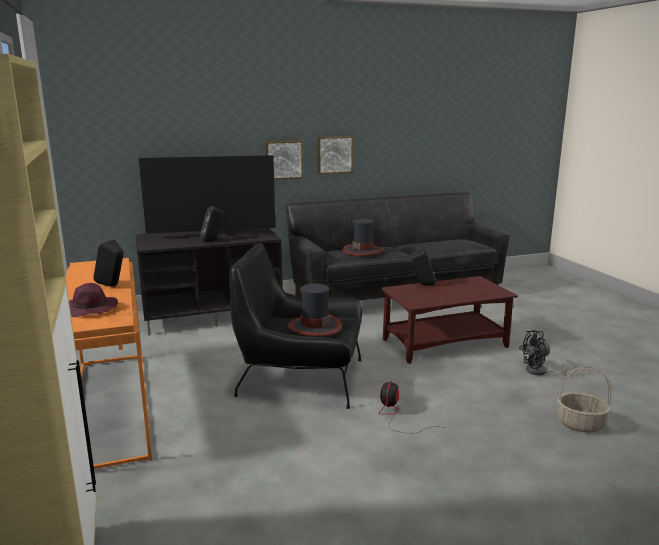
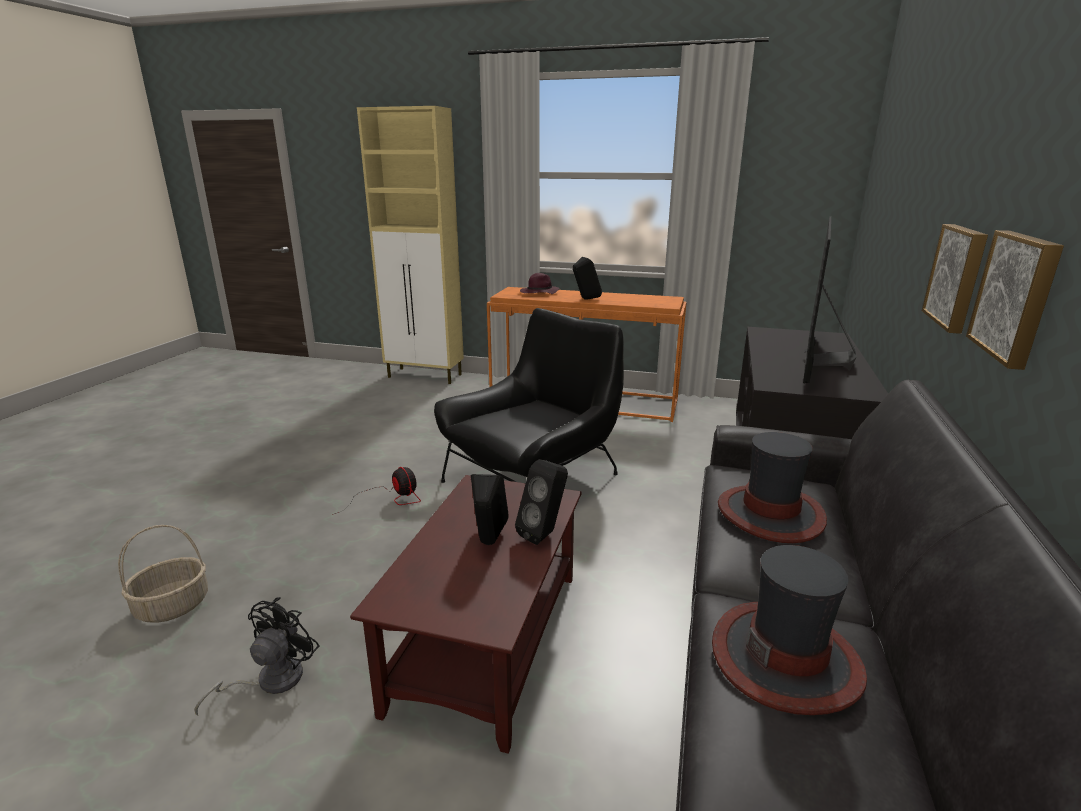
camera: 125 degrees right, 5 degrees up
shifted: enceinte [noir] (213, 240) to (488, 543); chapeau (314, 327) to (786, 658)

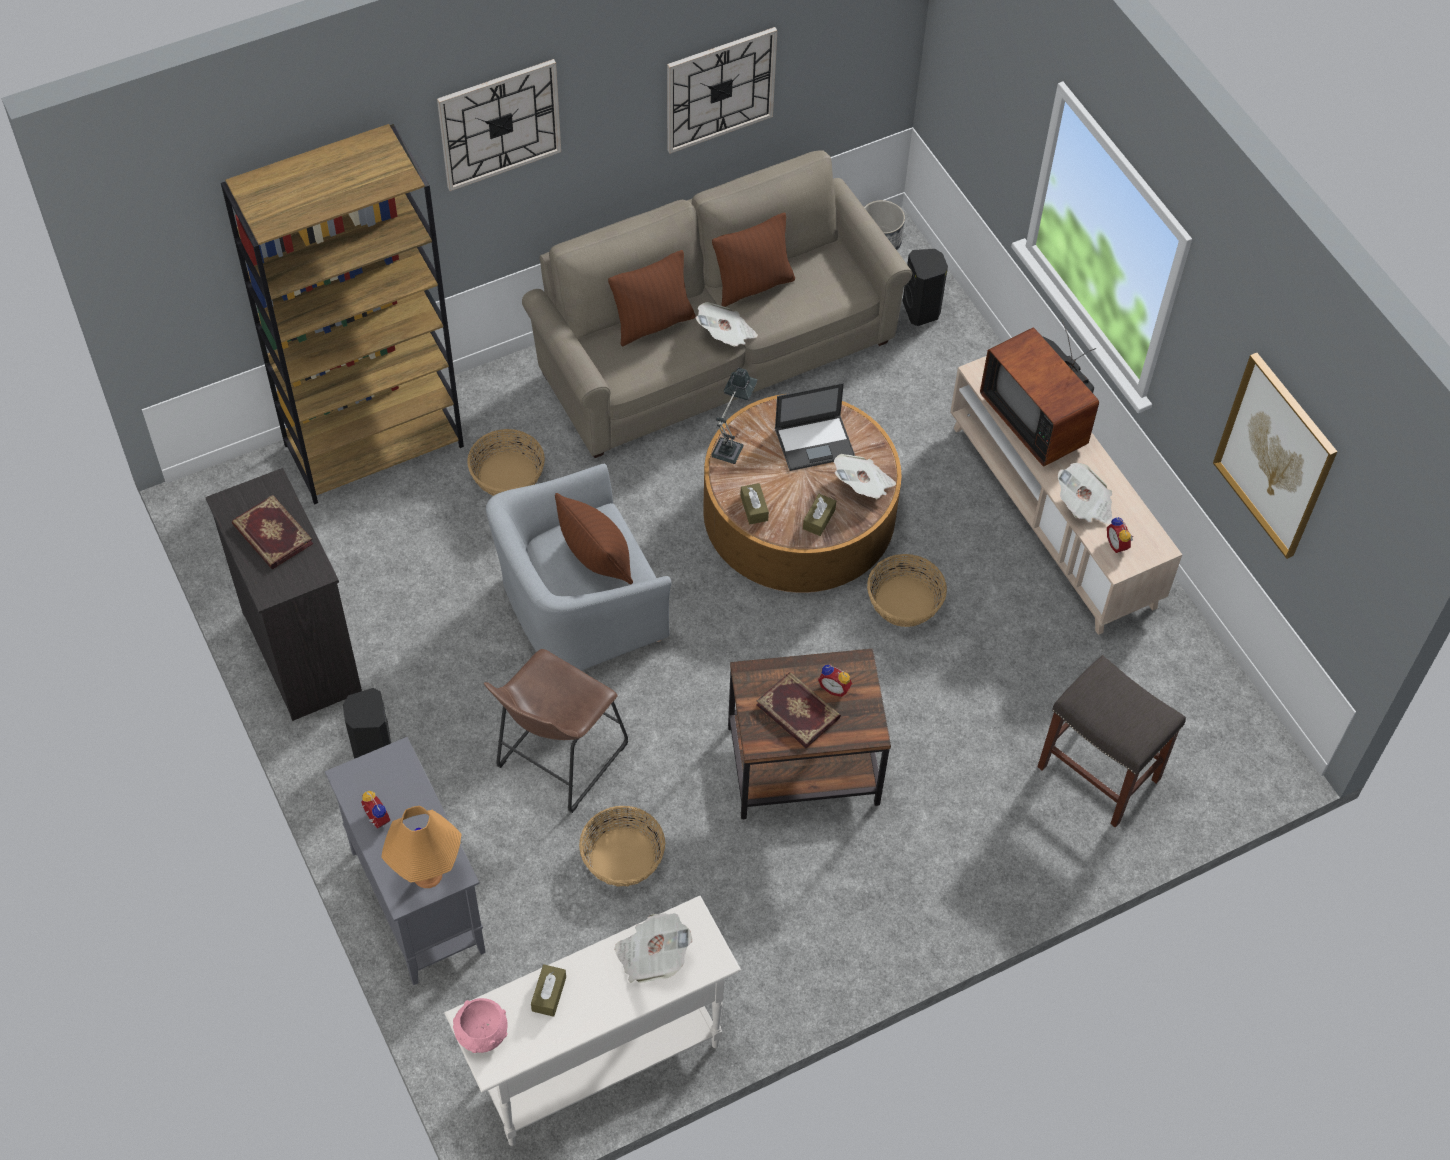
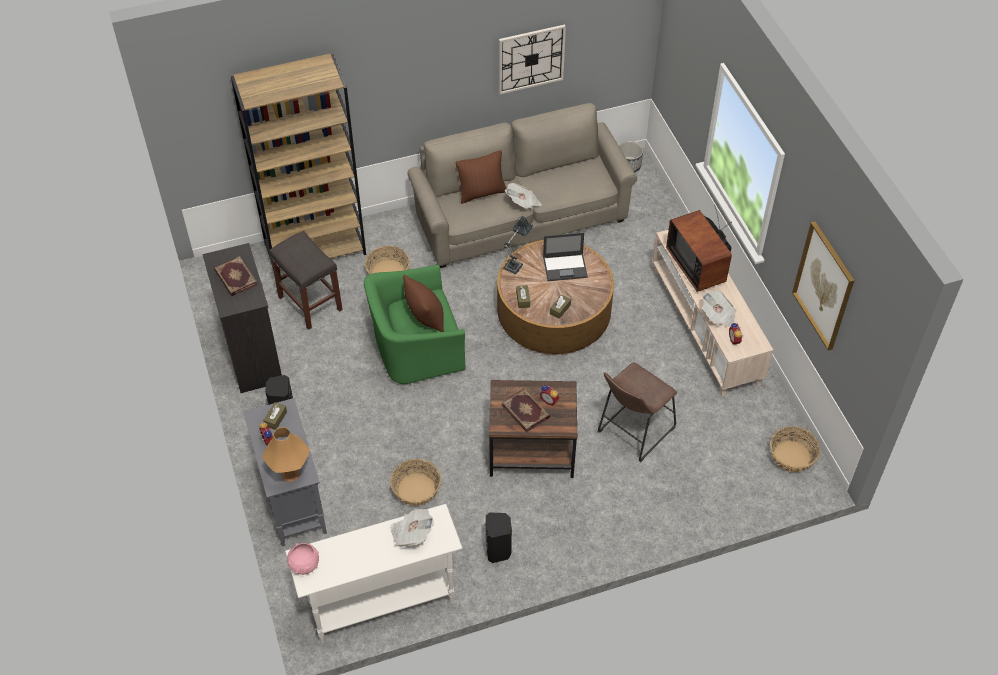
camera: 10 degrees right, 5 degrees down
gone: horloge murale (499, 124); coussin [marron] (753, 286); journal (863, 486)
shifted: boîte à mouchoirs [marron] (549, 994) to (276, 419); tabouret [gris] (1100, 773) to (311, 303); enceinte [noir] (922, 310) to (498, 550); tabouret [marron] (557, 760) to (633, 432); panier (905, 602) to (792, 457)
repainted: fauteuil [gris] (579, 608) to fauteuil [vert] (416, 349)

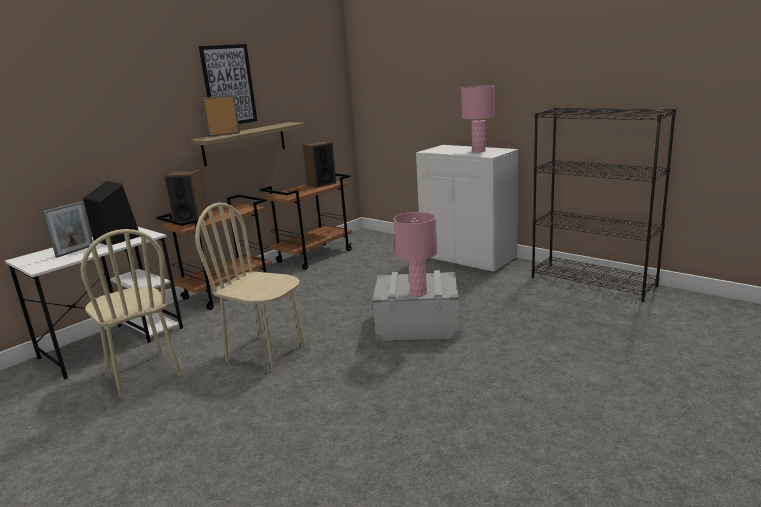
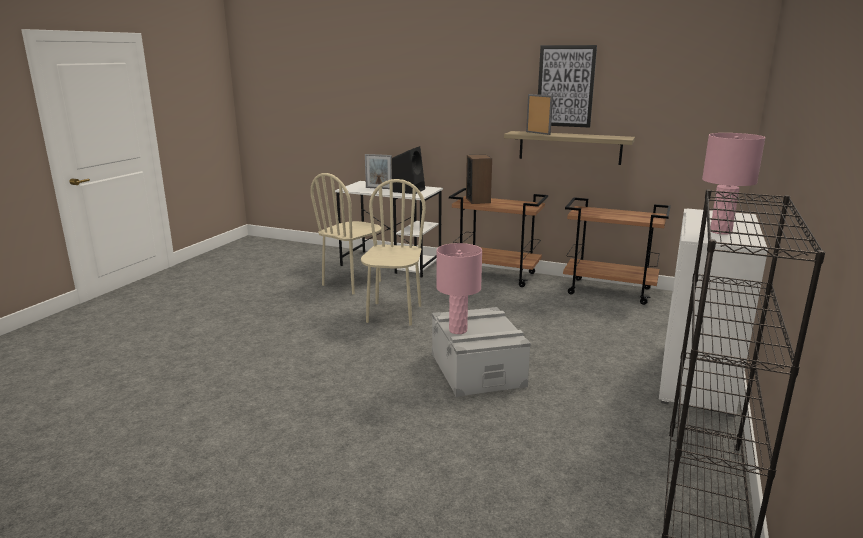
camera: 70 degrees right, 0 degrees up
gone: enceinte (321, 184)

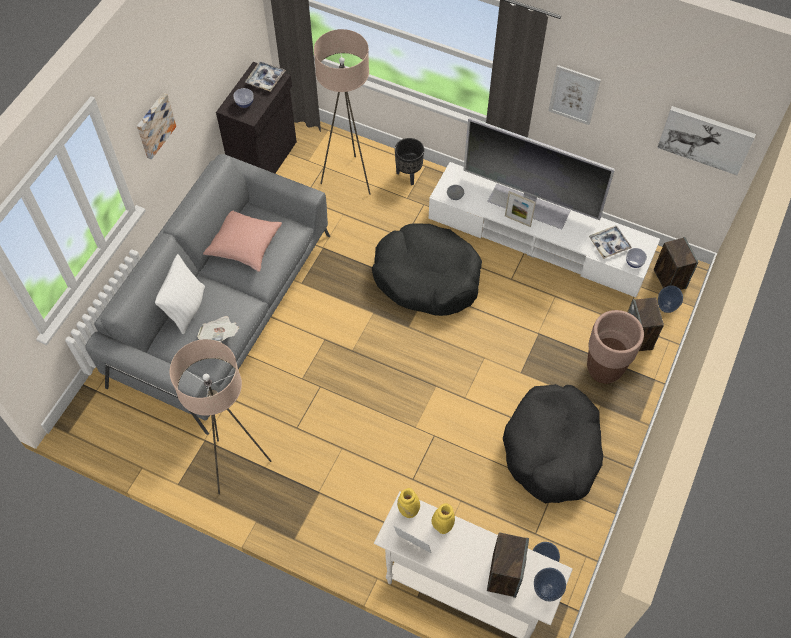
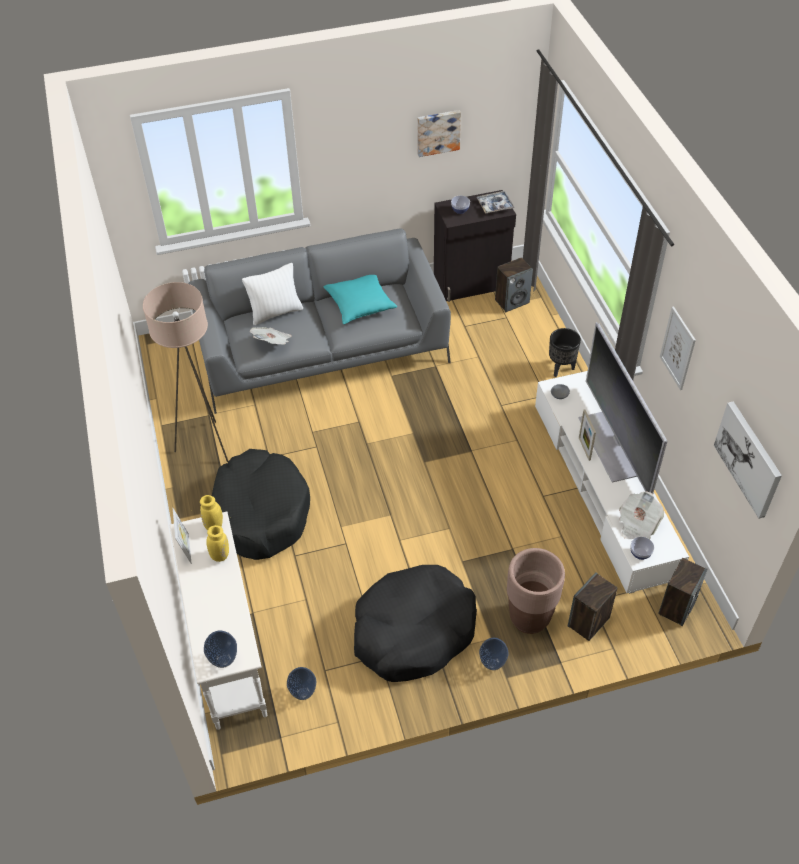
camera: 50 degrees right, 10 degrees down
gone: lampadaire [beige] (348, 178)
shifted: panier pour chien [noir] (427, 277) to (261, 512); tableau (154, 125) to (438, 132); vase (666, 307) to (493, 664); enceinte (504, 574) to (512, 301)
swapped: plateau (609, 244) to journal (637, 524)
repainted: coussin [rose] (244, 245) to coussin [turquoise] (360, 304)

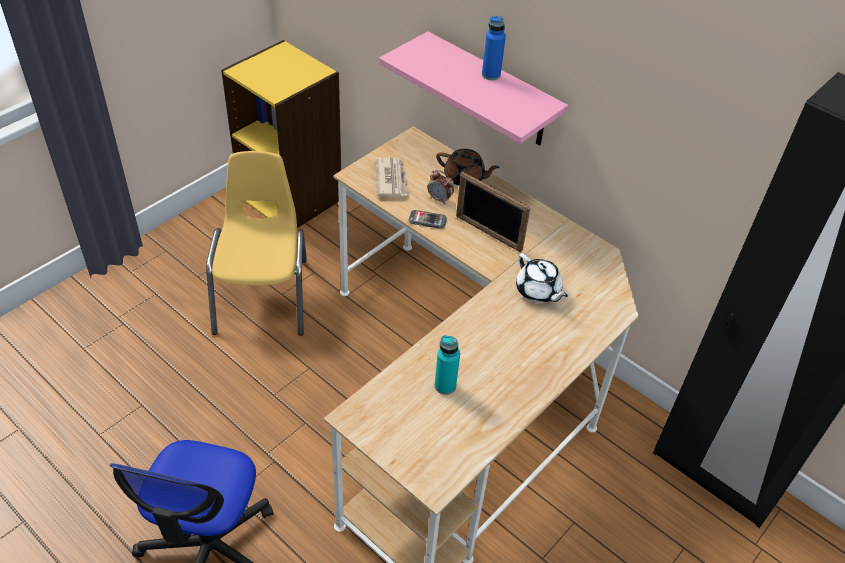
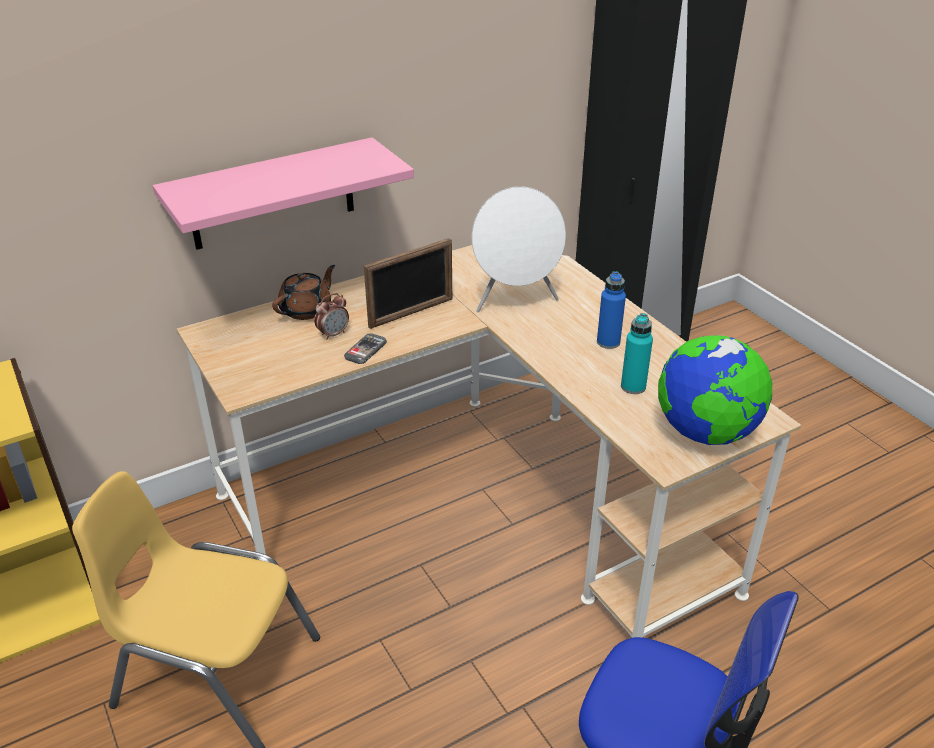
camera: 70 degrees left, 10 degrees down
gone: journal (391, 179)
new: globe (705, 433)
shifted: bouteille [bleu] (491, 75) to (608, 342)
swapped: théière [blanc] (538, 291) to enceinte [blanc] (515, 301)

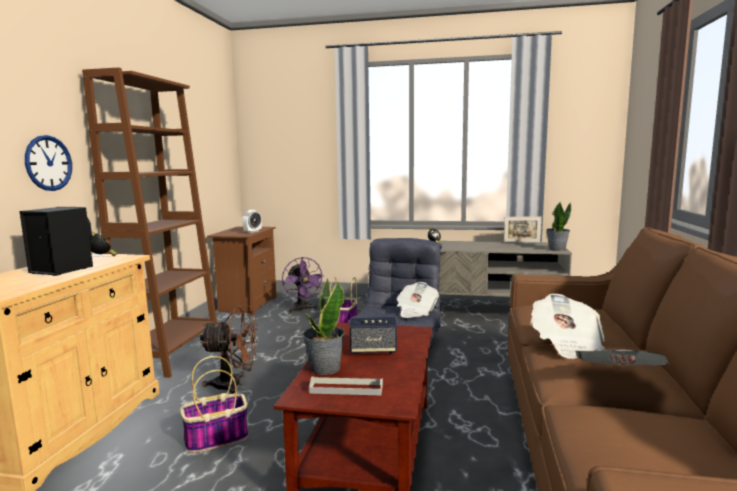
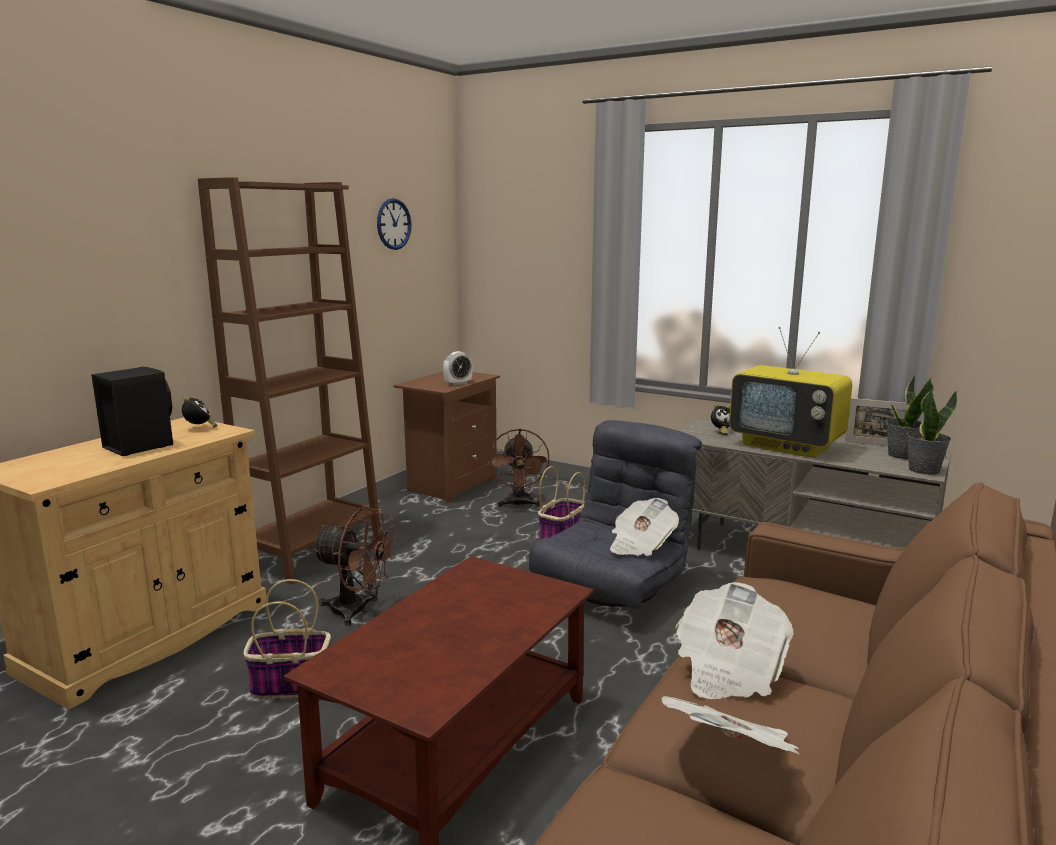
camera: 20 degrees right, 5 degrees up
gone: plateau [gris] (346, 389); enceinte (373, 350)
new: téléviseur (787, 446)
shifted: horloge murale (48, 163) to (393, 224); plante en pot (324, 368) to (902, 455)
repainted: ventilateur [violet] (302, 309) to ventilateur [marron] (519, 504)

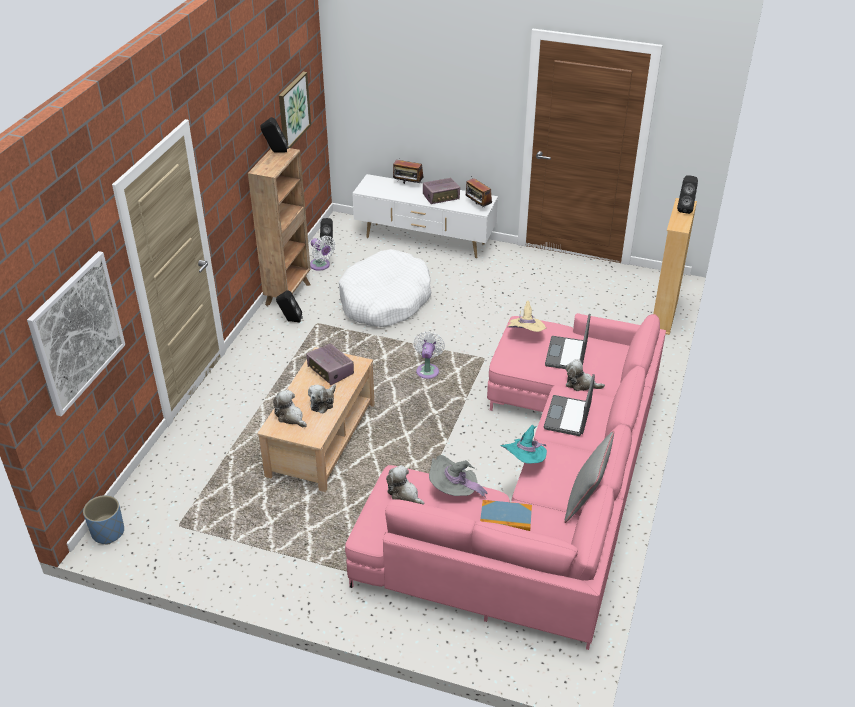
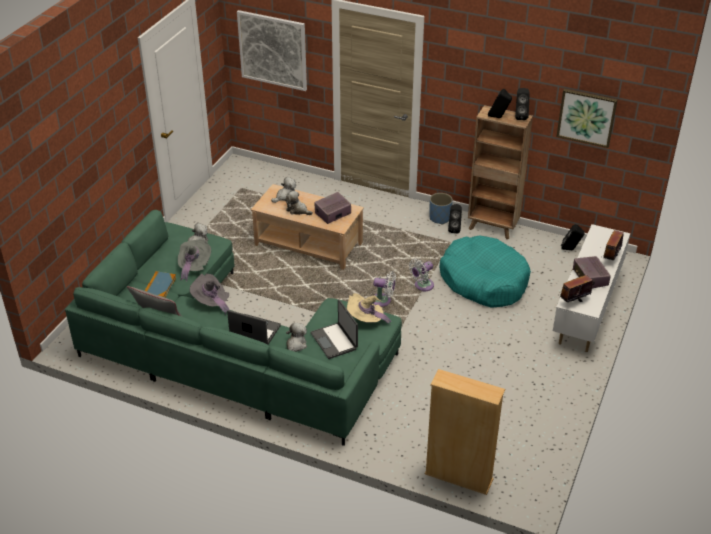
camera: 95 degrees right, 0 degrees up
shifted: ventilateur [blanc] (321, 266) to (422, 286); cache-pot [bleu] (108, 532) to (439, 218); enceinte [noir] (685, 209) to (498, 117)
repainted: canapé [rose] (538, 490) to canapé [vert] (229, 350); chapeau [turquoise] (525, 462) to chapeau [gris] (211, 302); panier pour chien [blanc] (385, 300) to panier pour chien [turquoise] (484, 281)
rotated: ordinateur portable (567, 354) = (335, 341) 135 degrees counterclockwise

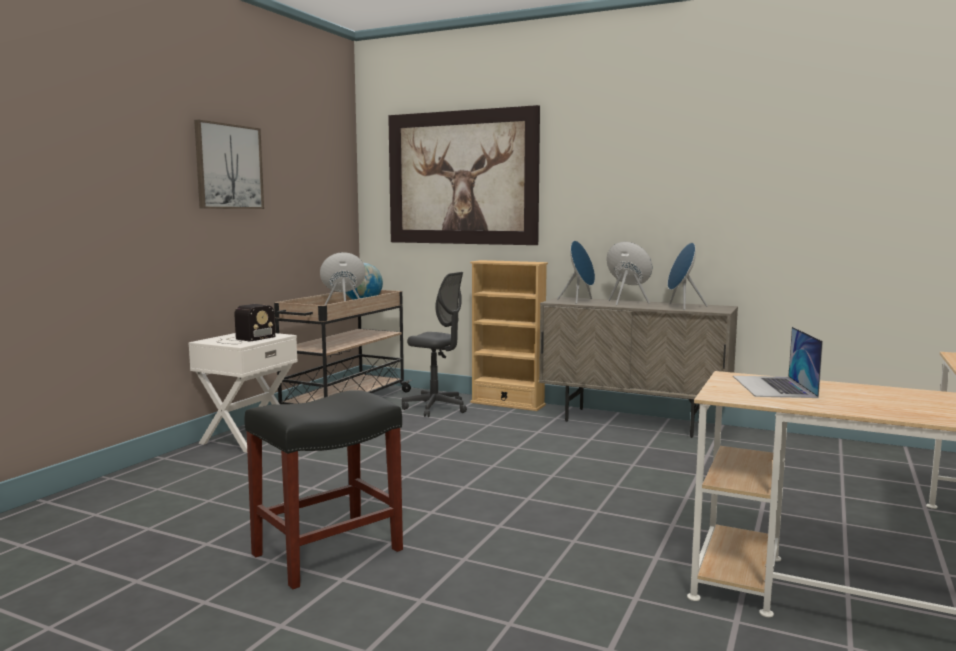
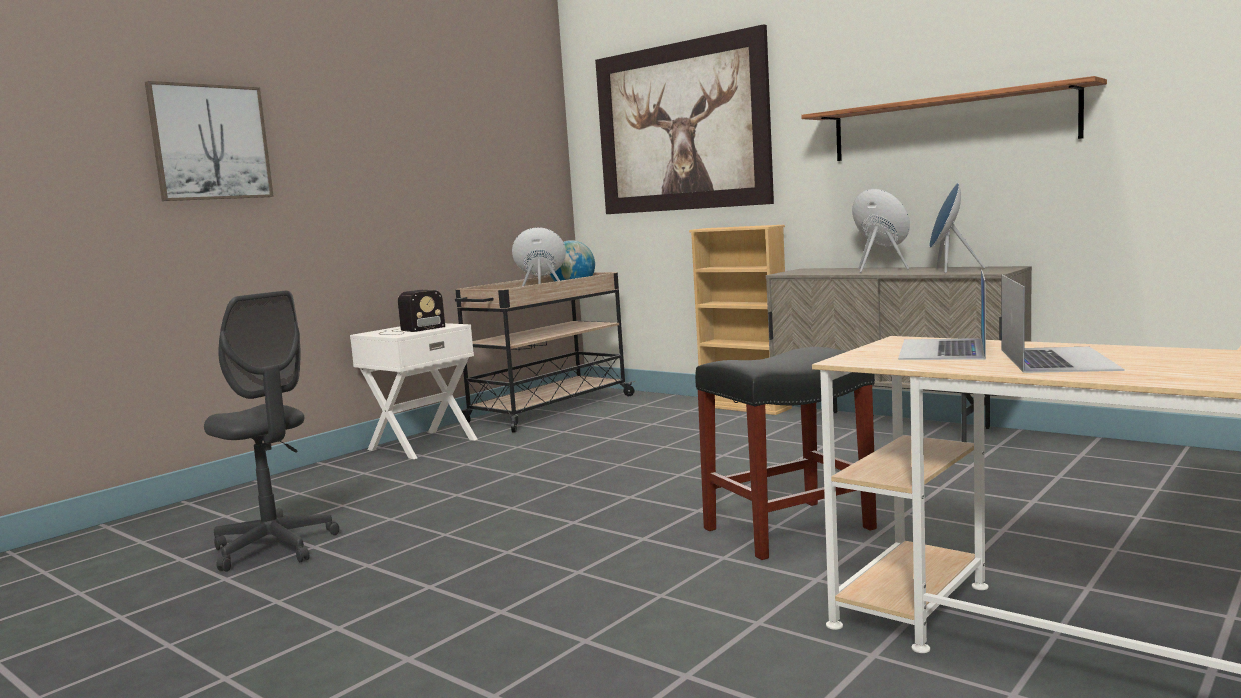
camera: 15 degrees right, 0 degrees up
gone: enceinte [bleu] (579, 301)
new: étagère (949, 125); ordinateur portable (1057, 359)
shifted: tableau (228, 167) to (210, 142); chaise de bureau [gris] (436, 408) to (274, 548); tabouret [noir] (329, 551) to (790, 528)

